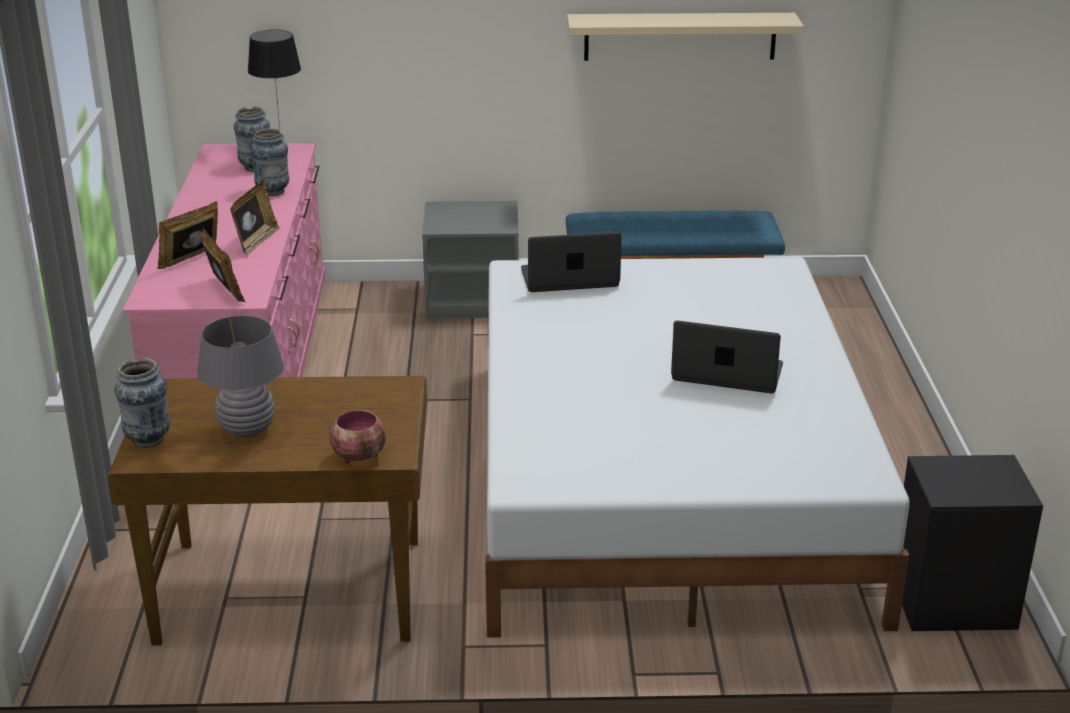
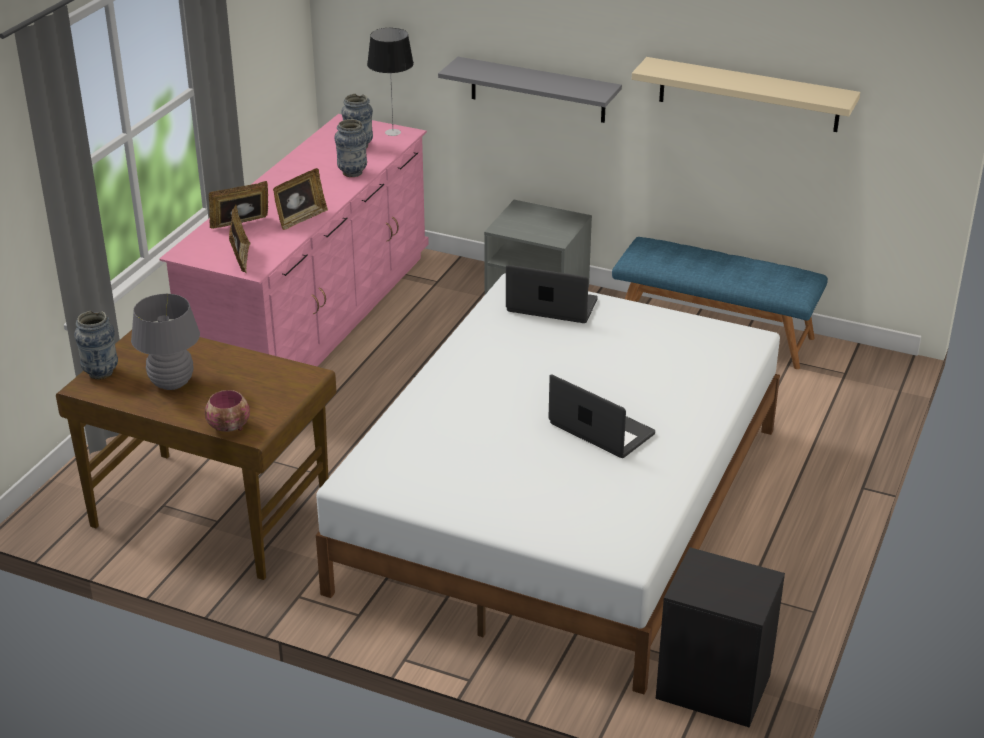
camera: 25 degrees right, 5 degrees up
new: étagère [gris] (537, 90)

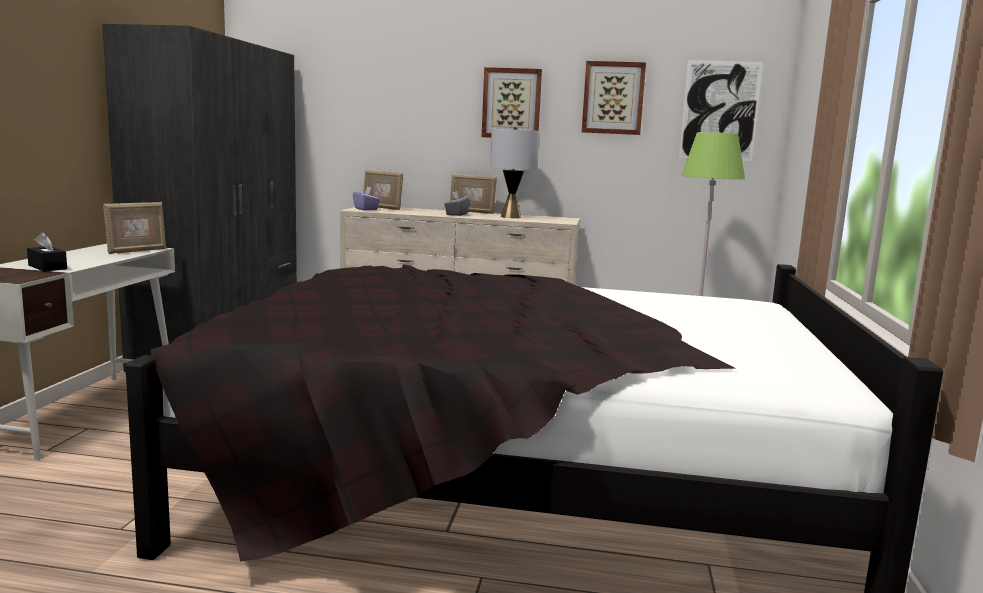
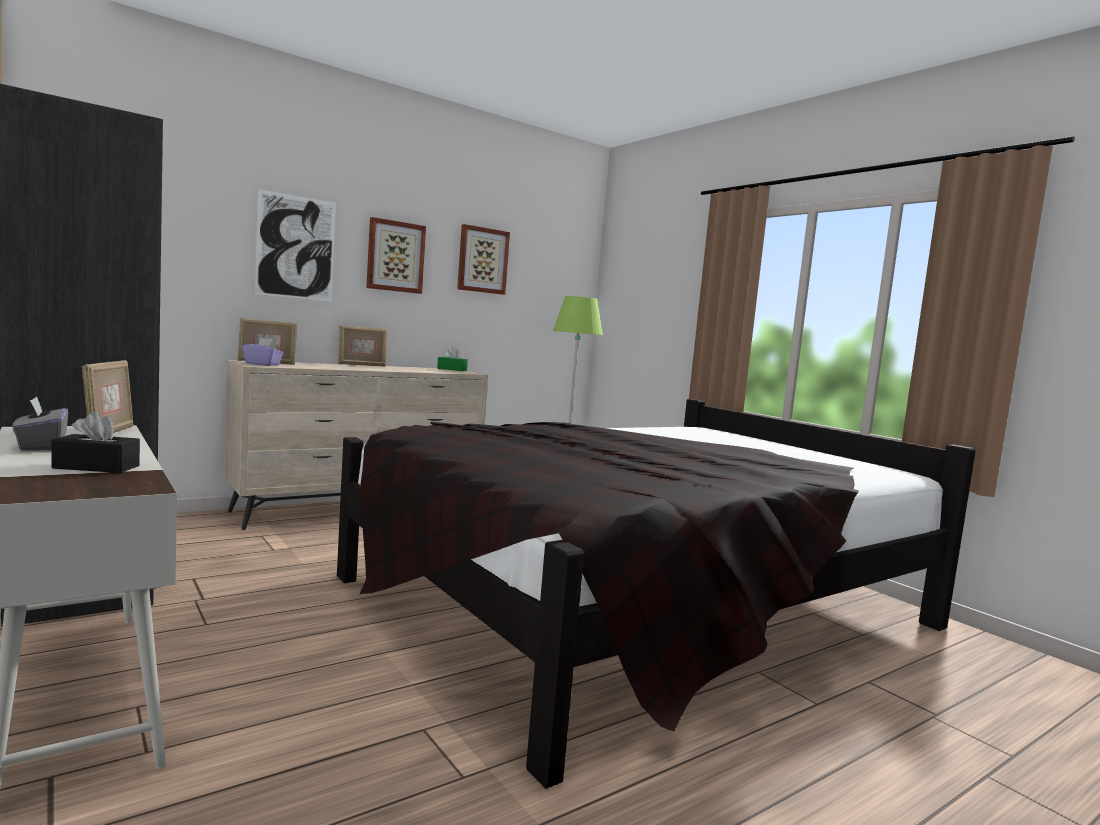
camera: 45 degrees left, 5 degrees down
gone: lampe de table [gris] (511, 217)
new: boîte à mouchoirs [vert] (452, 369)
shifted: boîte à mouchoirs [gris] (456, 214) to (41, 446); tableau (720, 111) to (296, 247)

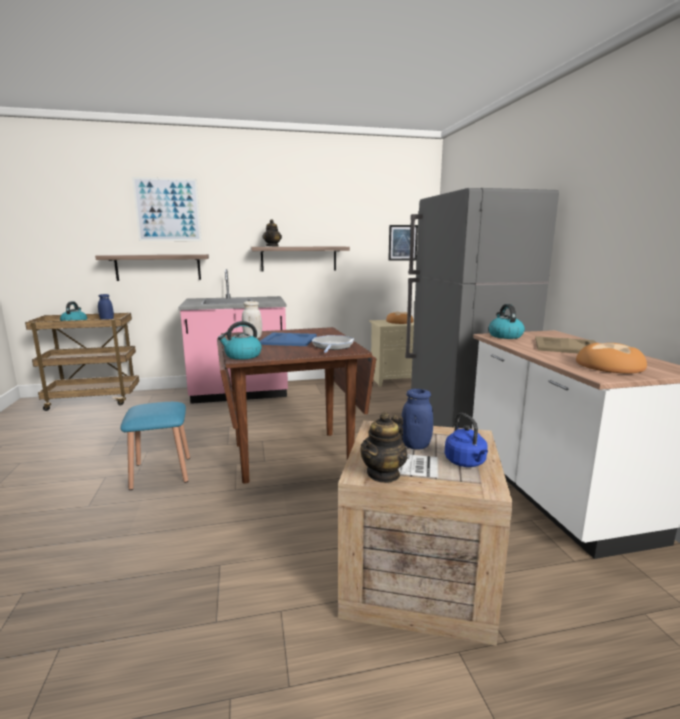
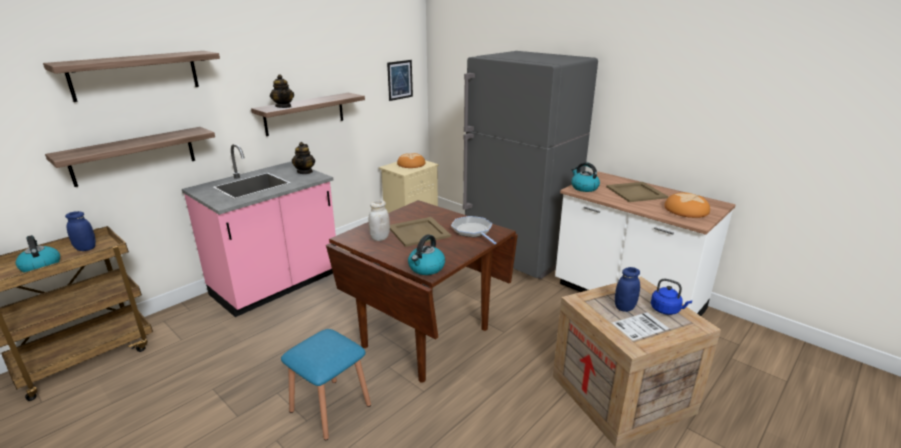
camera: 35 degrees left, 10 degrees up
shifted: théière (383, 474) to (305, 172)
swapped: tableau (168, 210) to étagère (135, 75)
repainted: plateau [bleu] (288, 340) to plateau [beige] (419, 232)

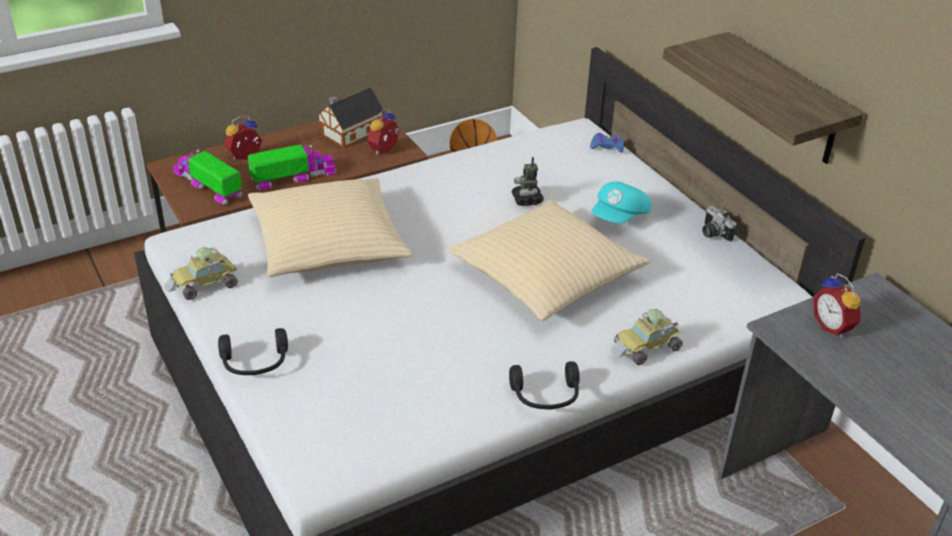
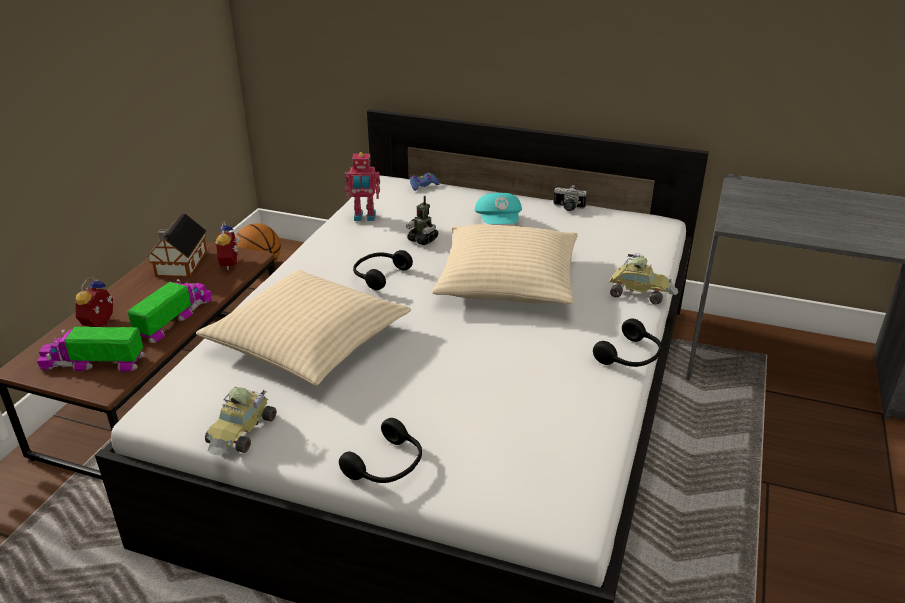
camera: 40 degrees left, 5 degrees down
gone: étagère (785, 100); réveil (834, 326)
new: robot jouet (364, 217); casque audio [noir] (379, 275)
rotated: petite voiture (646, 348) = (639, 292) 90 degrees counterclockwise

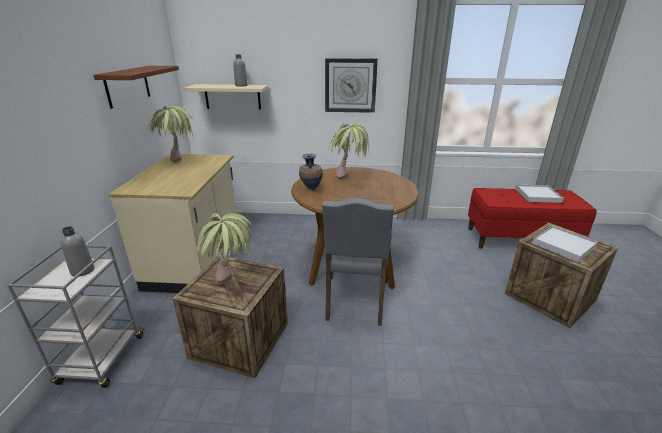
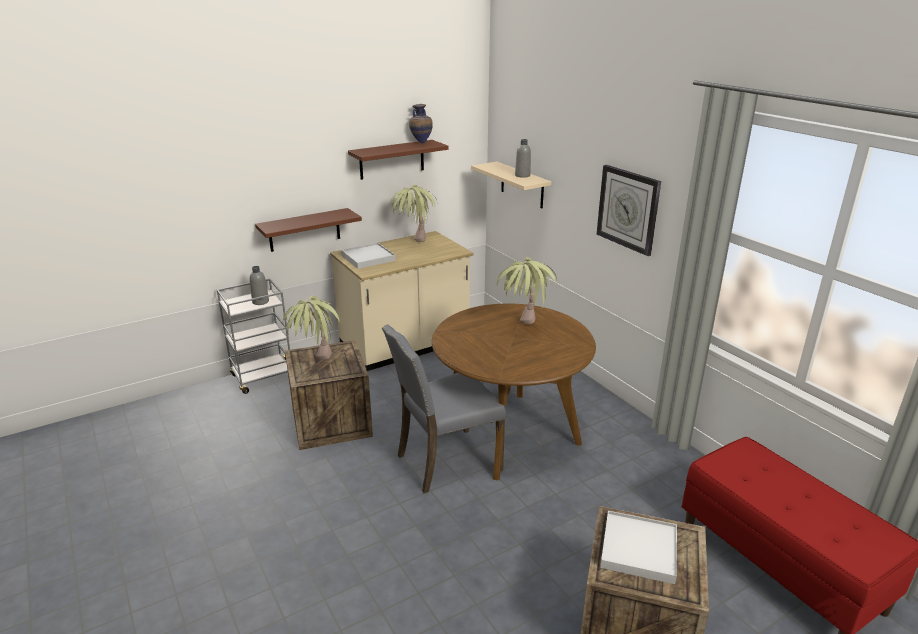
camera: 55 degrees right, 0 degrees up
new: étagère [marron] (304, 230)
shifted: plateau [blanc] (537, 195) to (368, 258); vase (311, 190) to (421, 143)

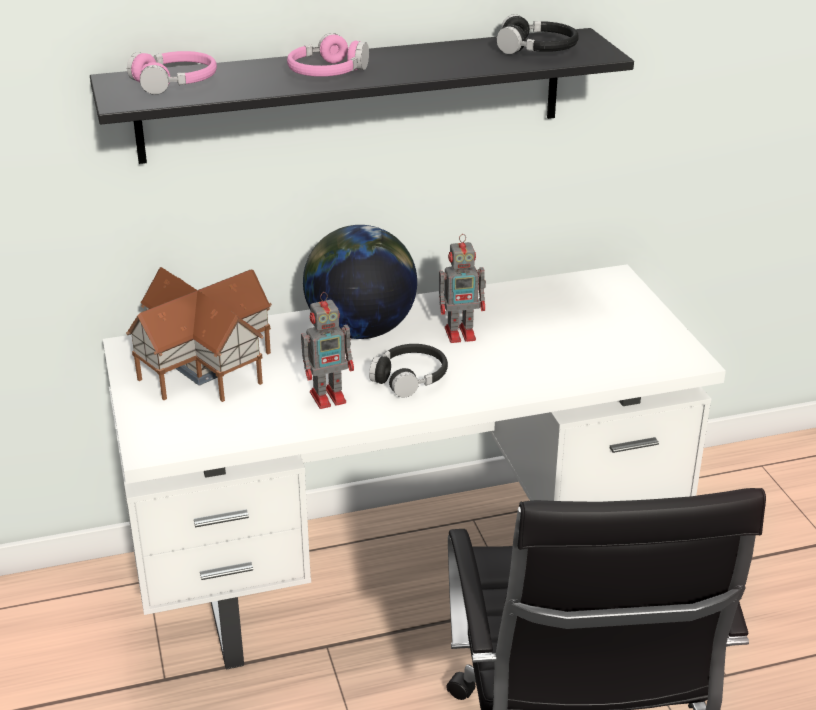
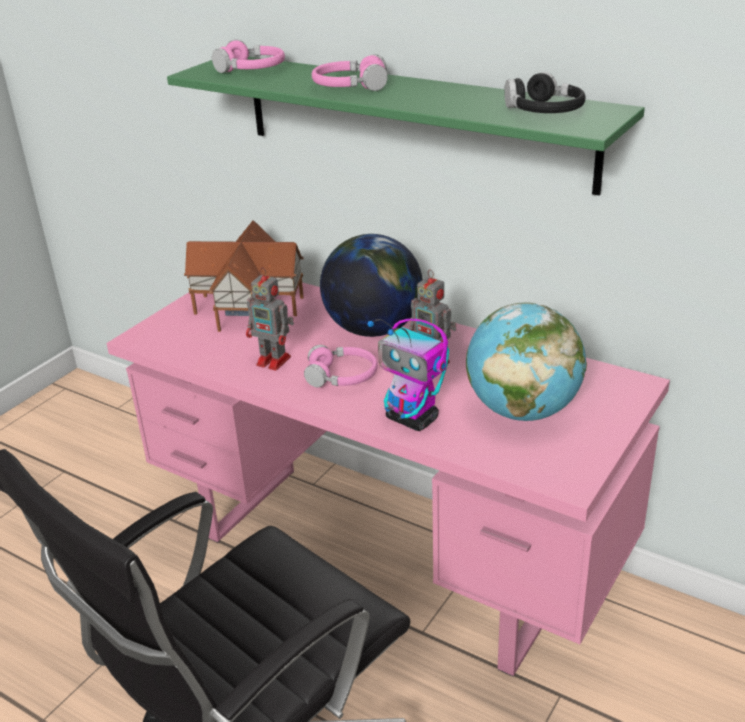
camera: 50 degrees right, 0 degrees up
new: robot jouet (413, 419); globe (522, 411)
repainted: bureau [blanc] (408, 574) to bureau [rose] (385, 557); étagère [noir] (353, 95) to étagère [vert] (412, 120); casque audio [noir] (410, 378) to casque audio [rose] (342, 376)

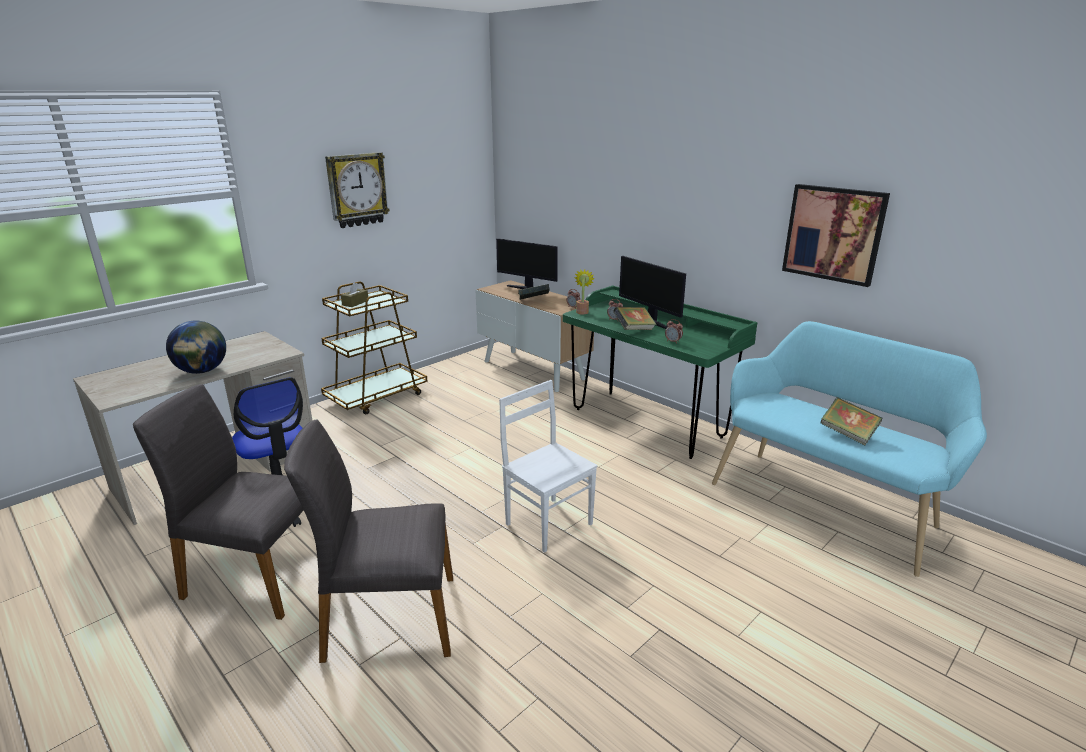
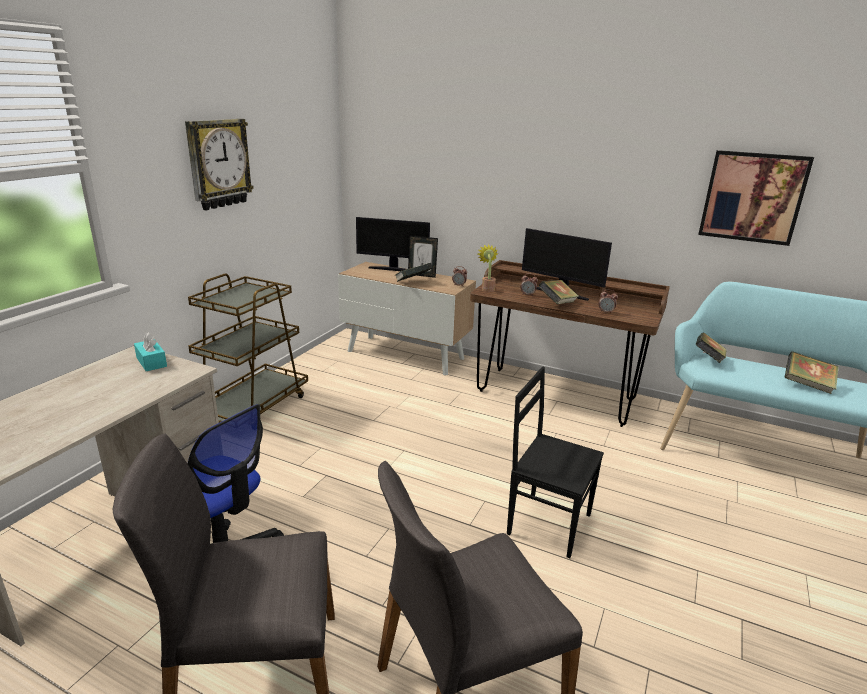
camera: 20 degrees left, 0 degrees up
gone: globe (202, 371); boîte à mouchoirs [marron] (355, 303)
new: boîte à mouchoirs [turquoise] (151, 362); cadre photo (422, 275); livre (708, 359)
repainted: bureau [vert] (647, 422) to bureau [marron] (555, 395); chaise [blanc] (549, 523) to chaise [noir] (548, 522)

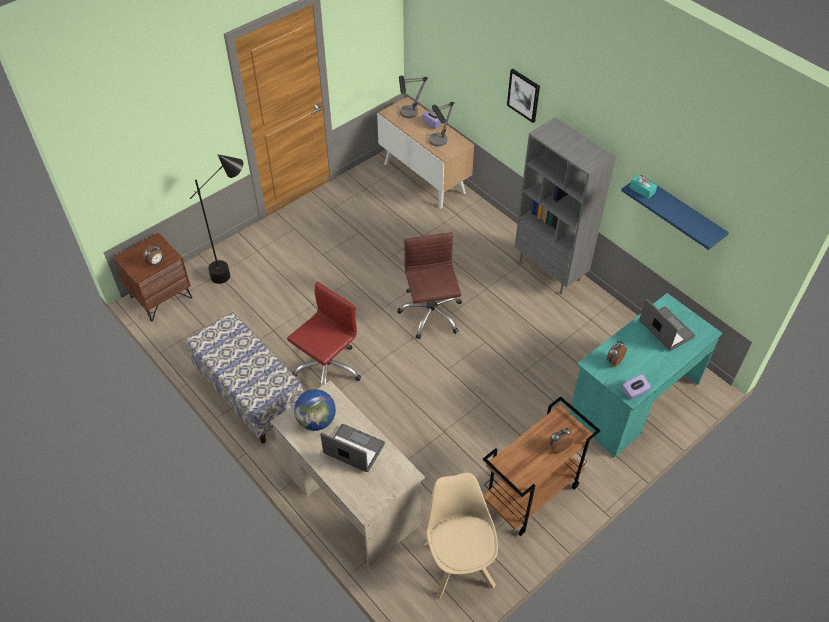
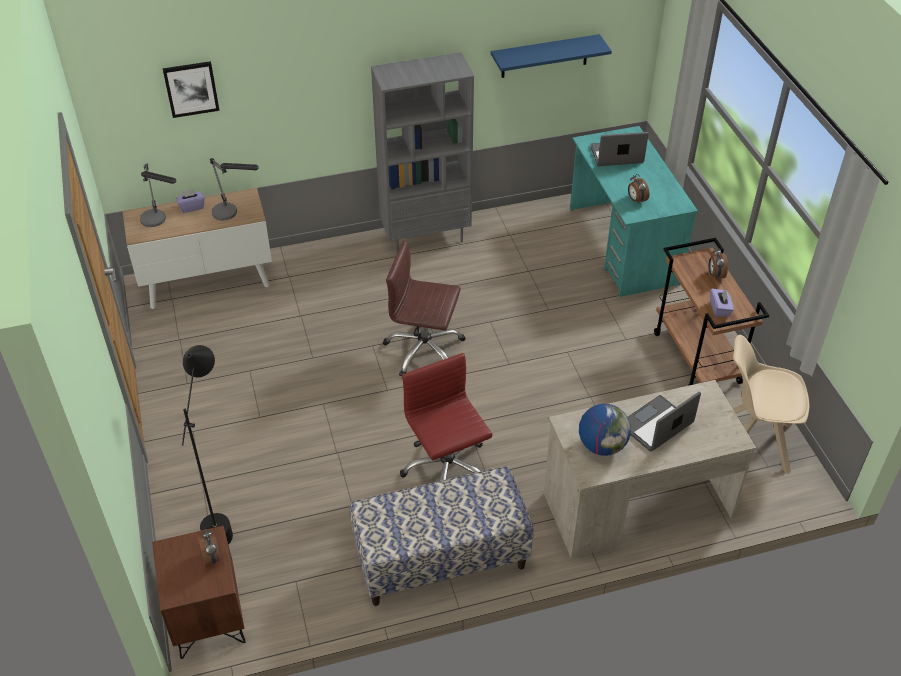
camera: 65 degrees left, 5 degrees down
gone: boîte à mouchoirs [turquoise] (642, 190)
shifted: tableau (524, 95) to (191, 88); boîte à mouchoirs [violet] (634, 392) to (719, 309)

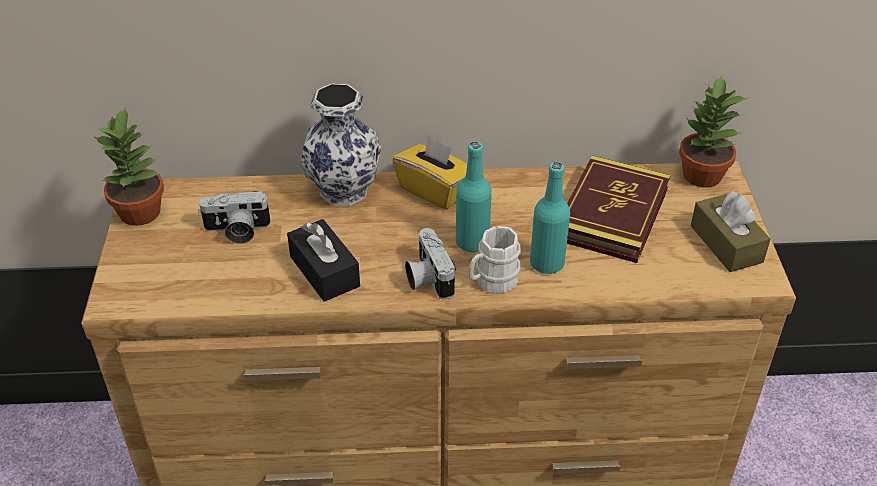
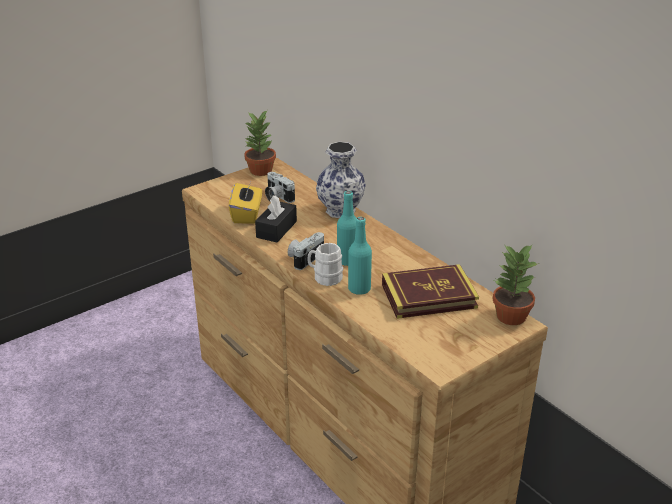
camera: 55 degrees right, 10 degrees down
gone: boîte à mouchoirs [marron] (726, 244)
shifted: boîte à mouchoirs [jaune] (434, 190) to (247, 215)

